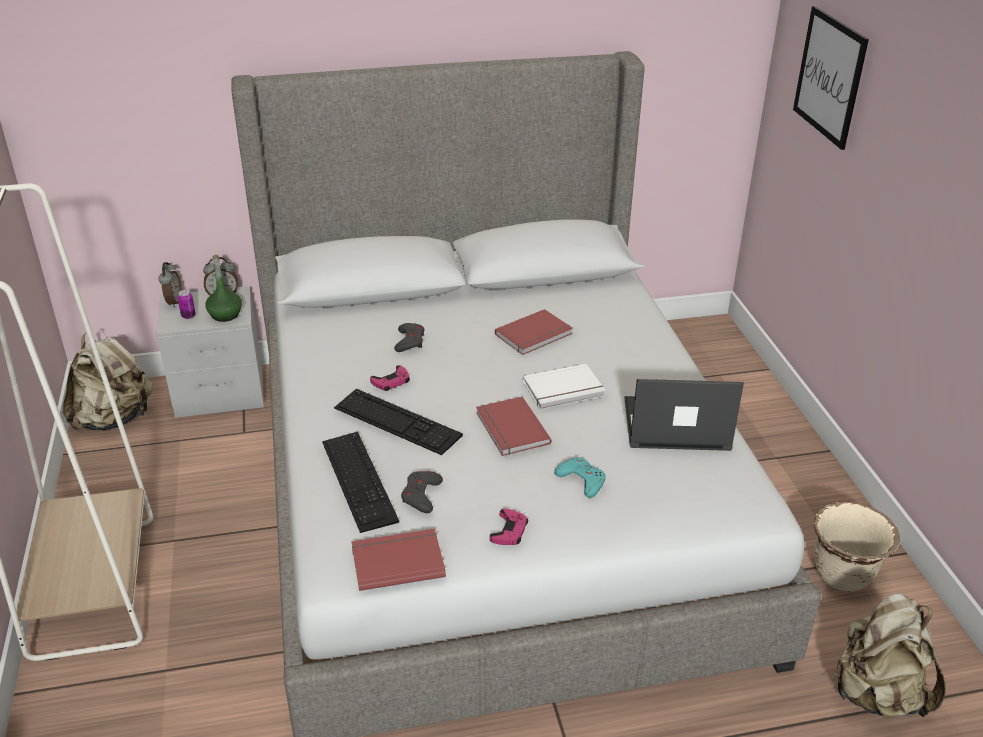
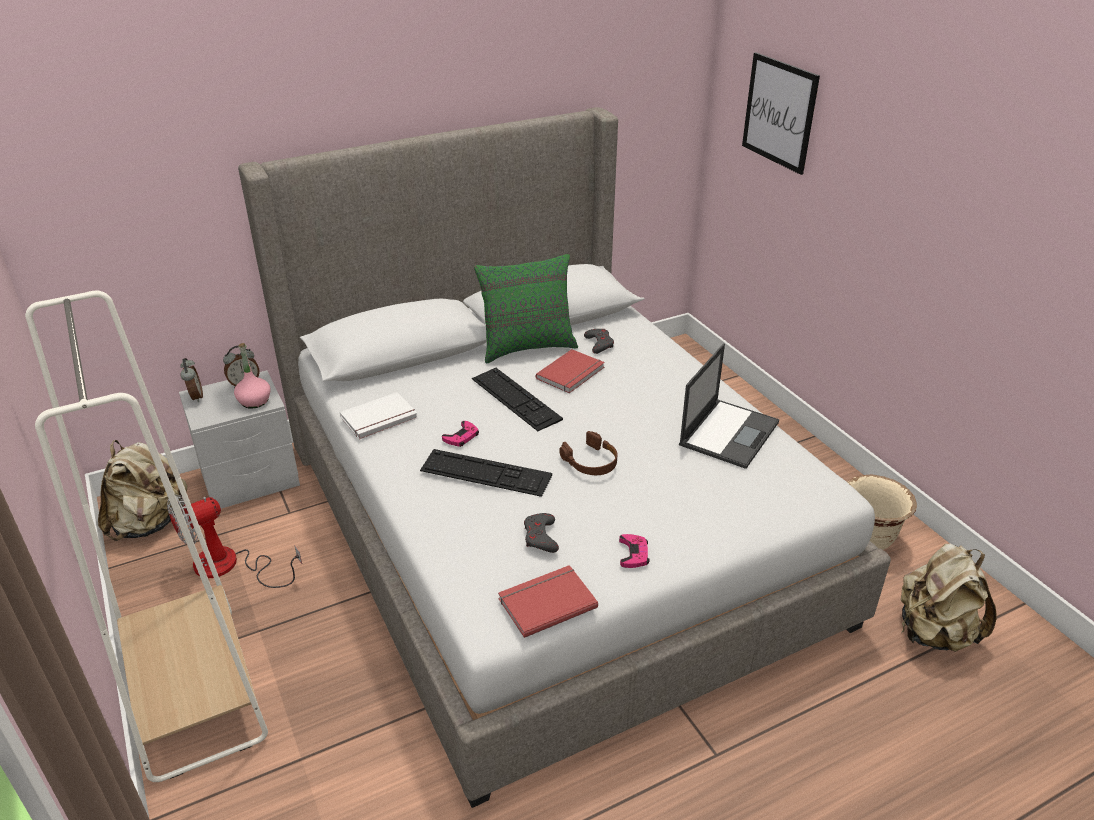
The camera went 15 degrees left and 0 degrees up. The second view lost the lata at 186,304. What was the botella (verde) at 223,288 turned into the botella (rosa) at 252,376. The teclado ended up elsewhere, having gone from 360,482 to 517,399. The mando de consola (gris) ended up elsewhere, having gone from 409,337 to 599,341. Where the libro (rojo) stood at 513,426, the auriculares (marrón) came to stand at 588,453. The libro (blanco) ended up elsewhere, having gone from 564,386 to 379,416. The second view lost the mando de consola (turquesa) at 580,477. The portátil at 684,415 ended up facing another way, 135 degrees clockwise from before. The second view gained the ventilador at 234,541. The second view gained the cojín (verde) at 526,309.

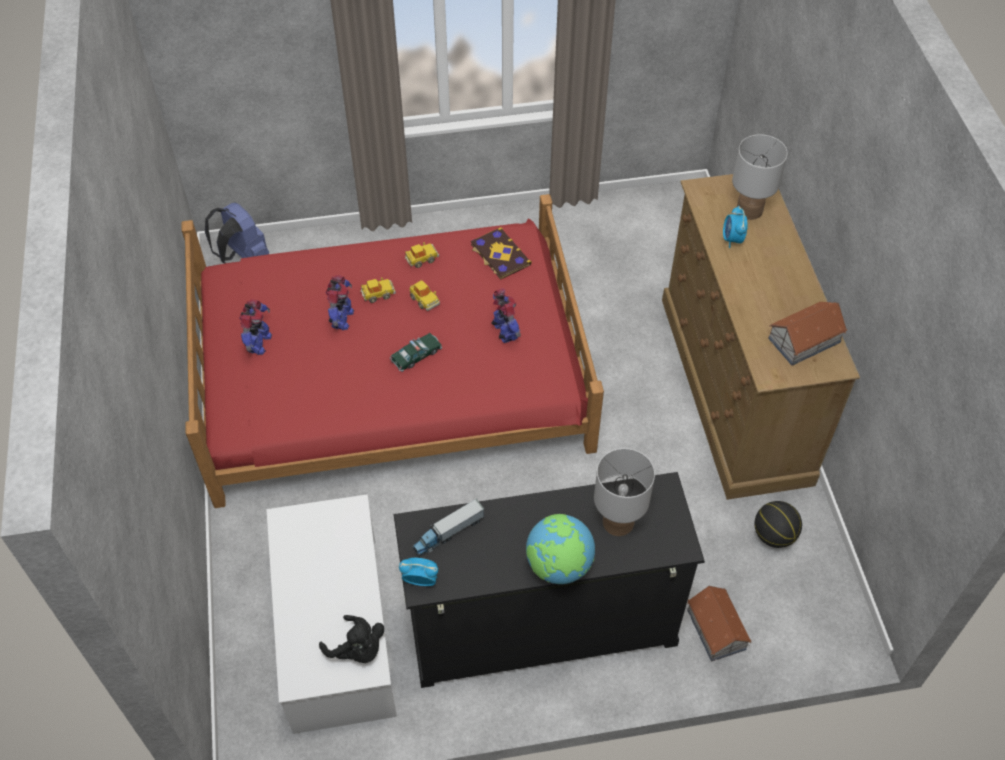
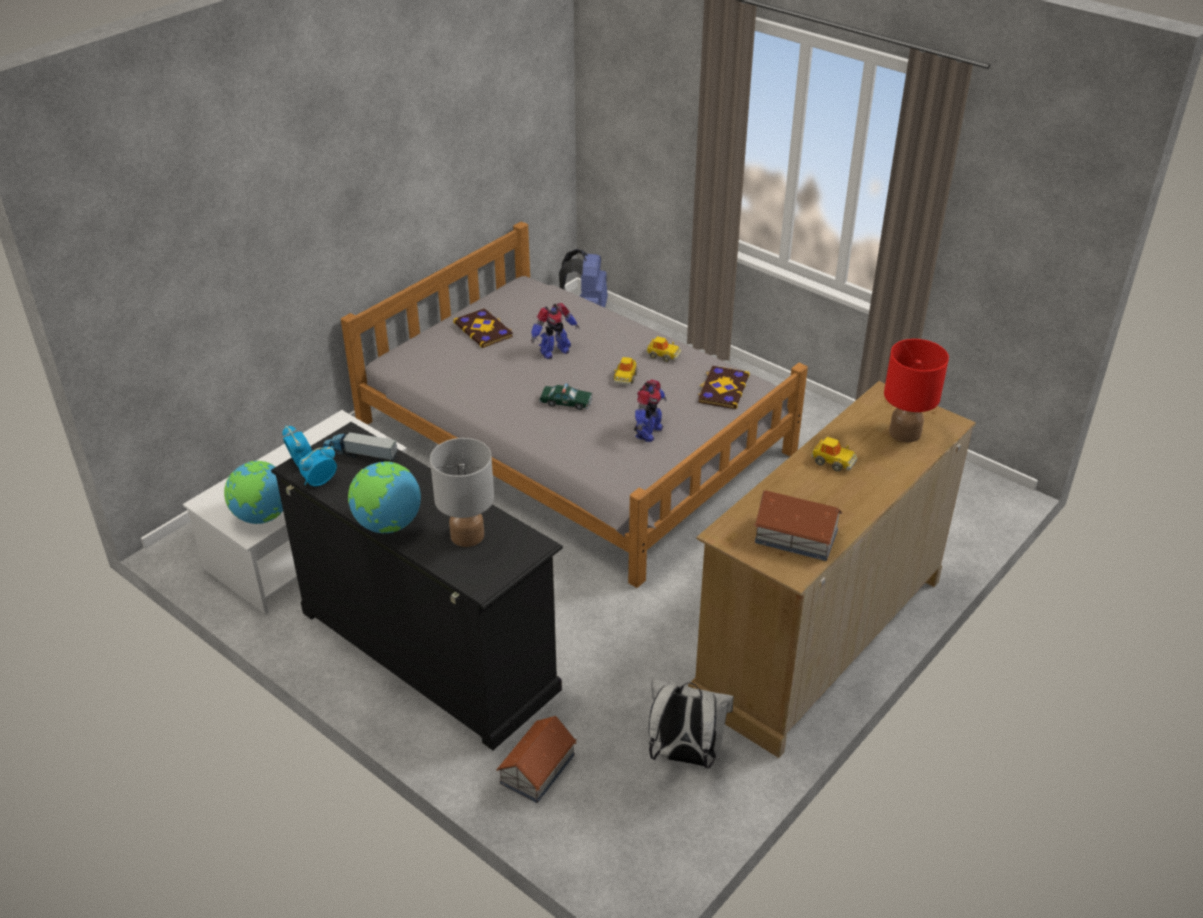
The camera went 50 degrees right and 15 degrees down. What was the cama (rojo) at 392,351 turned into the cama (gris) at 574,404. Where the robot de juguete stood at 255,327, the libro came to stand at 483,328. Where the peluche (negro) stood at 351,639, the globo terráqueo came to stand at 253,492. The coche de juguete ended up elsewhere, having gone from 378,290 to 834,454. The despertador ended up elsewhere, having gone from 735,227 to 318,466. What was the lámpara de mesa (gris) at 759,177 turned into the lámpara de mesa (rojo) at 916,390. Where the balón de baloncesto stood at 778,524, the mochila (blanco) came to stand at 691,723.

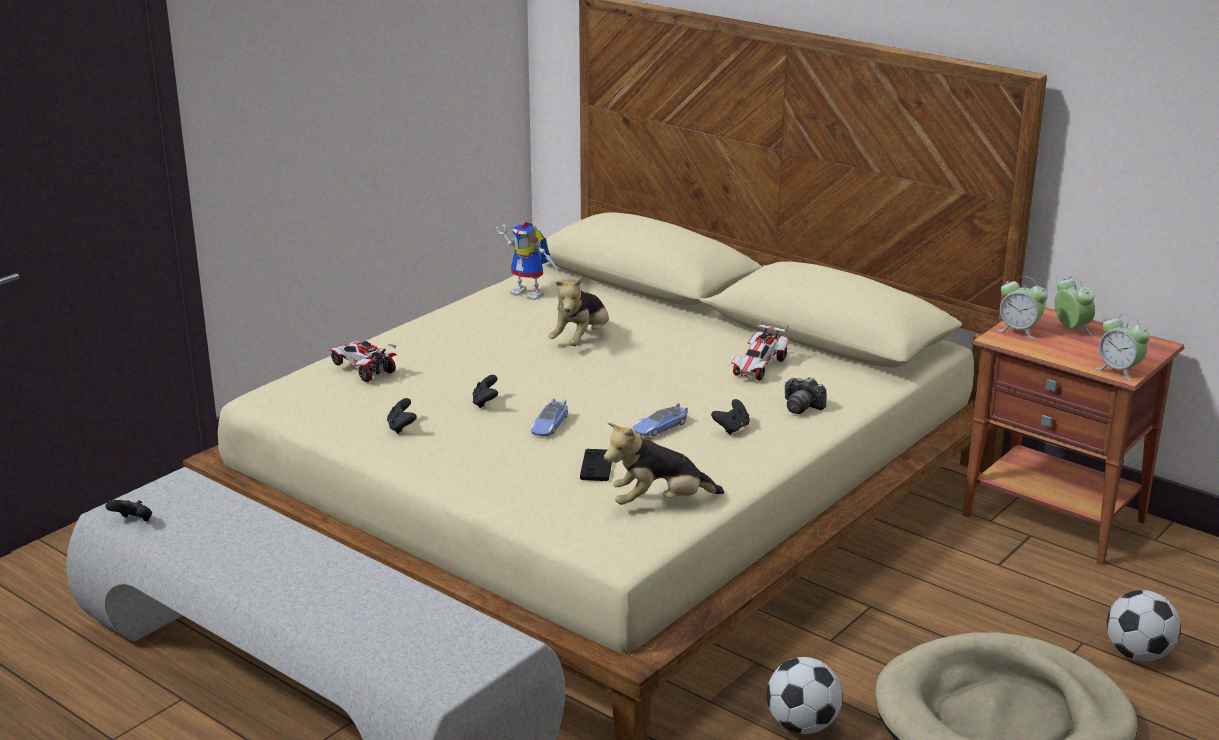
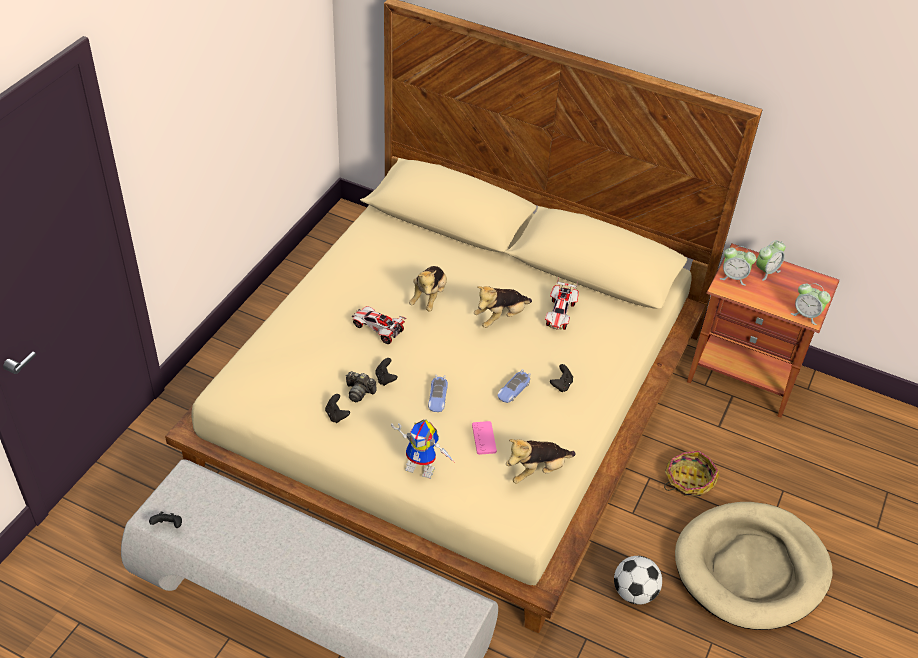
The camera went 15 degrees left and 20 degrees up. The coche de juguete ended up elsewhere, having gone from 363,361 to 379,325. The robot de juguete ended up elsewhere, having gone from 528,261 to 422,449. What was the mando de consola (negro) at 596,465 turned into the mando de consola (rosa) at 484,438. The cámara ended up elsewhere, having gone from 805,395 to 361,386. The despertador at 1074,306 ended up facing another way, 90 degrees clockwise from before. The second view lost the balón de fútbol at 1144,626. The second view gained the peluche at 503,307. The second view gained the cesta at 691,474.

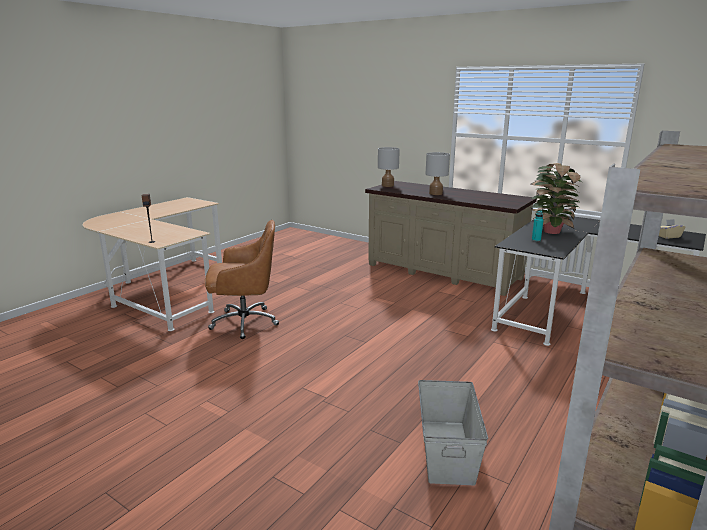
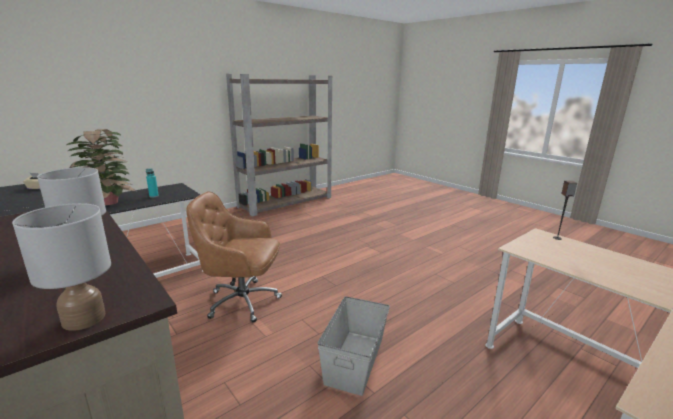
The camera went 165 degrees left and 0 degrees up. The silla de oficina (marrón) ended up elsewhere, having gone from 242,279 to 234,256. The caja de almacenaje (gris) ended up elsewhere, having gone from 453,432 to 353,346.

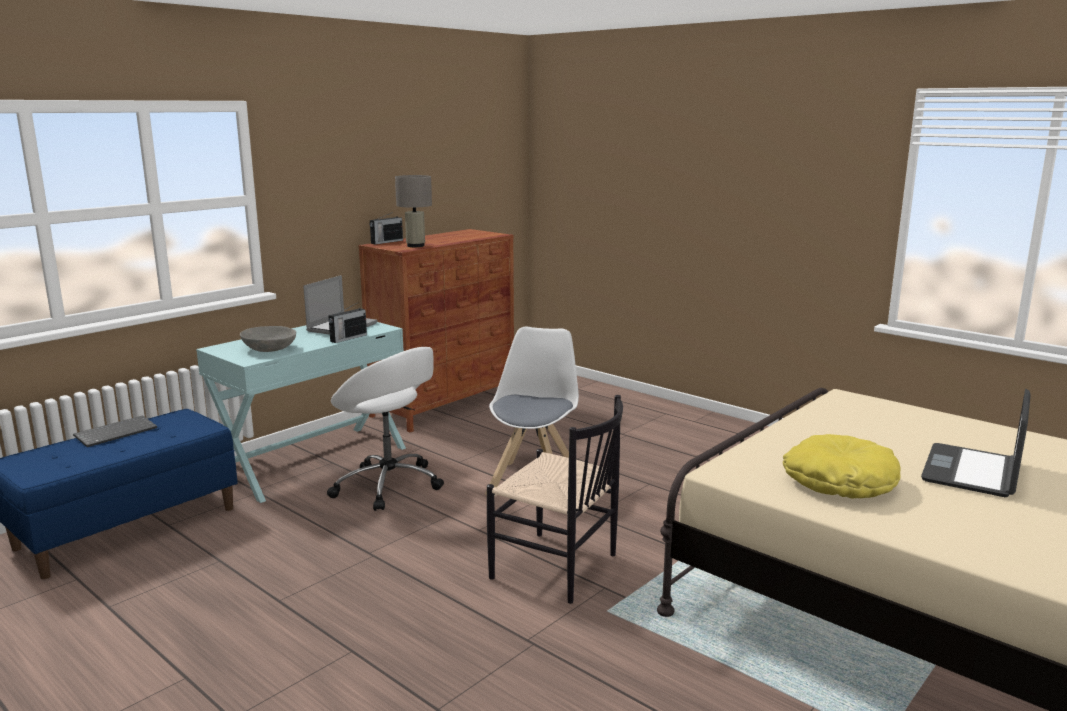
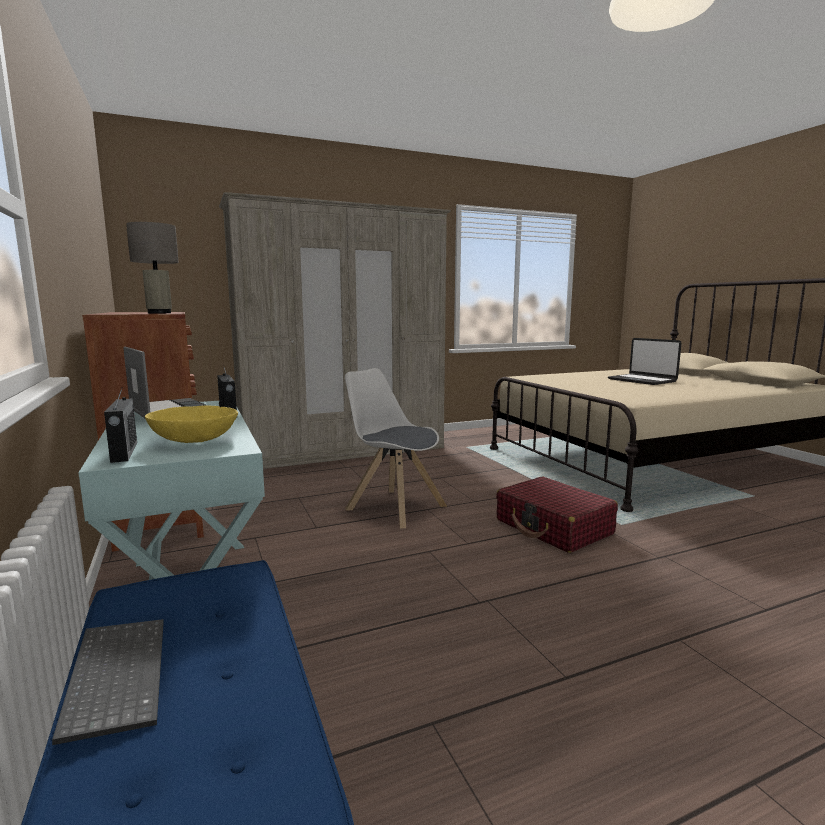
The camera went 65 degrees left and 5 degrees down. What was the cuenco (gris) at 268,339 turned into the cuenco (amarillo) at 191,424. The second view lost the silla de oficina (blanco) at 385,429. The radio ended up elsewhere, having gone from 386,228 to 120,426. Where the silla (negro) stood at 555,499, the maleta (rojo) came to stand at 557,514. The second view lost the cojín (amarillo) at 842,466. The second view gained the armario ropero (beis) at 335,330.

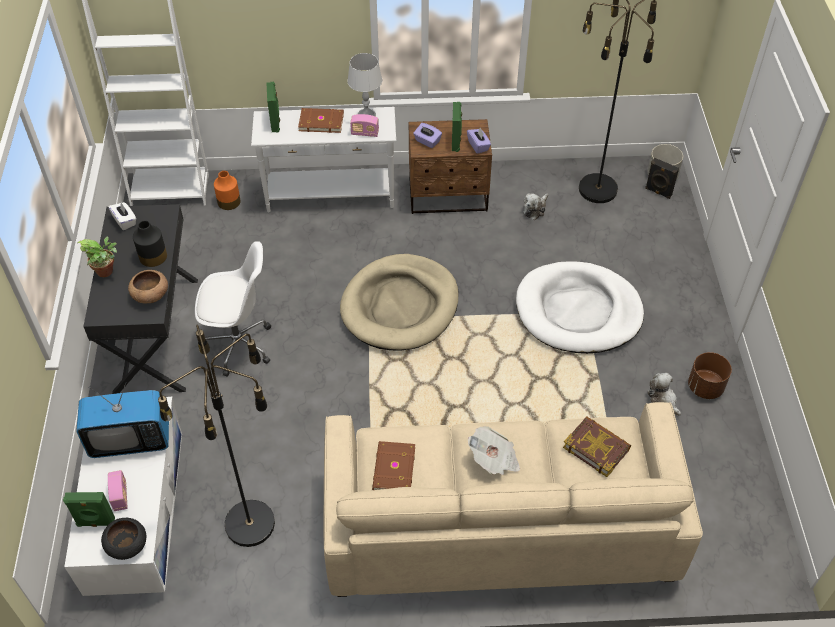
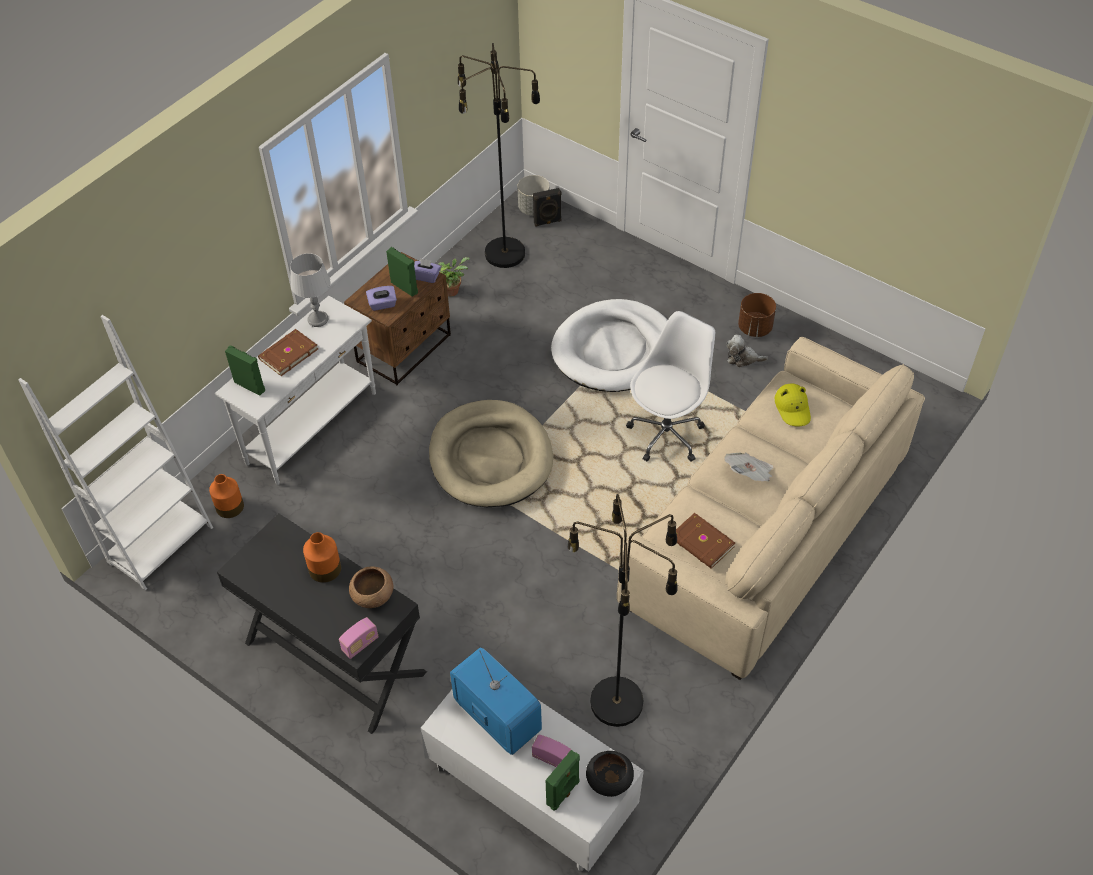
The camera went 50 degrees left and 0 degrees up. The televisor at 122,420 ended up facing another way, 75 degrees counterclockwise from before. The planta en maceta ended up elsewhere, having gone from 97,256 to 454,277. The second view lost the caja de pañuelos (blanco) at 122,216. What was the florero (negro) at 150,243 turned into the florero (naranja) at 322,557. The silla de oficina (blanco) ended up elsewhere, having gone from 233,309 to 670,386. The radio ended up elsewhere, having gone from 364,125 to 358,638. The second view lost the peluche at 536,206. Where the libro stood at 597,447, the sombrero (amarillo) came to stand at 793,405.

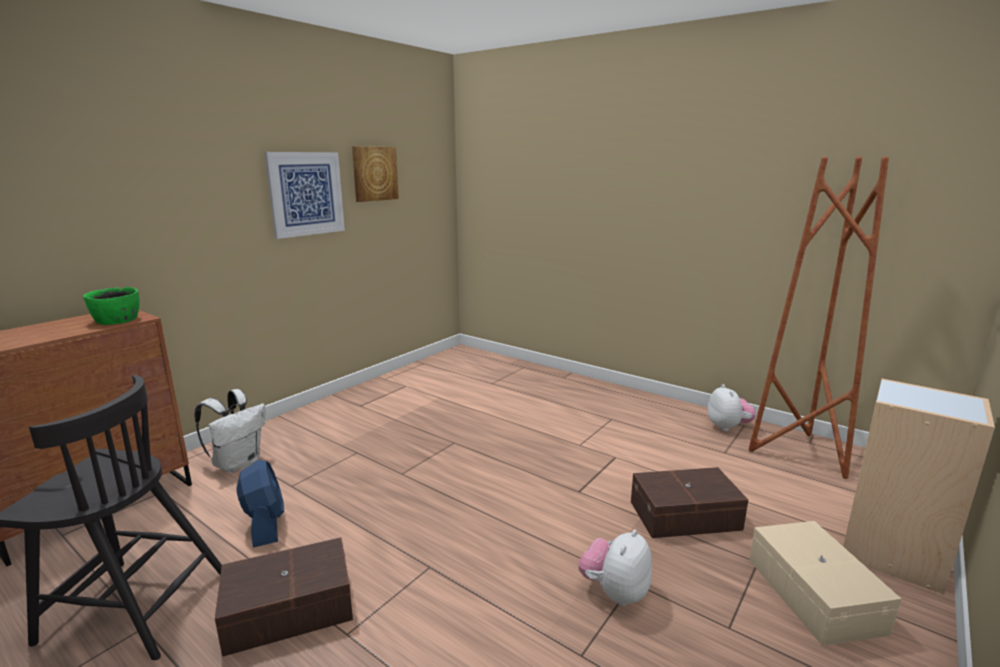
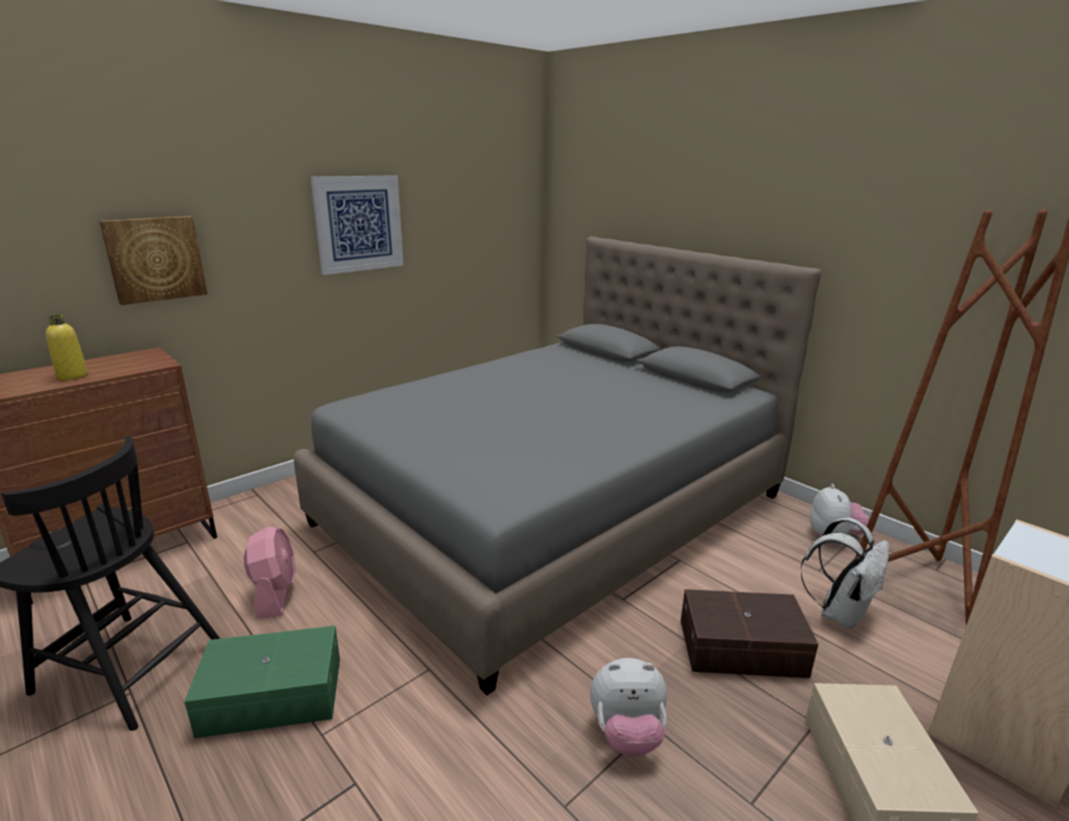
The camera went 10 degrees right and 5 degrees up. The second view lost the cuenco (verde) at 111,306. The mochila (blanco) ended up elsewhere, having gone from 230,431 to 844,573. What was the caja de almacenaje (marrón) at 284,597 turned into the caja de almacenaje (verde) at 262,682. What was the ventilador (azul) at 260,504 turned into the ventilador (rosa) at 270,573. The cuadro ended up elsewhere, having gone from 375,174 to 153,260. The peluche at 615,567 ended up facing another way, 135 degrees counterclockwise from before. The second view gained the botella (amarillo) at 67,347. The second view gained the cama (gris) at 557,466.

